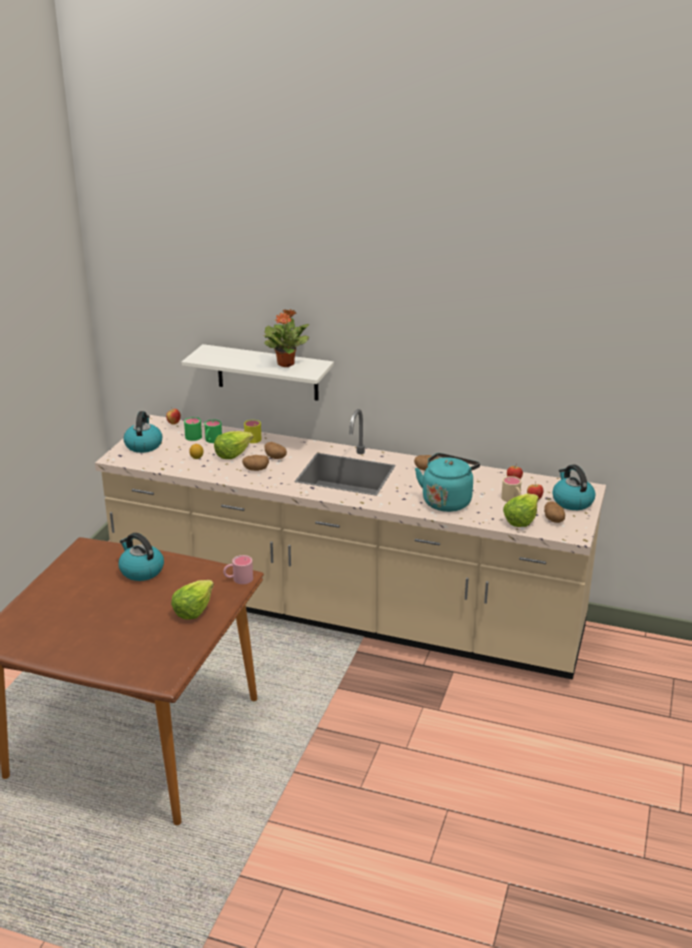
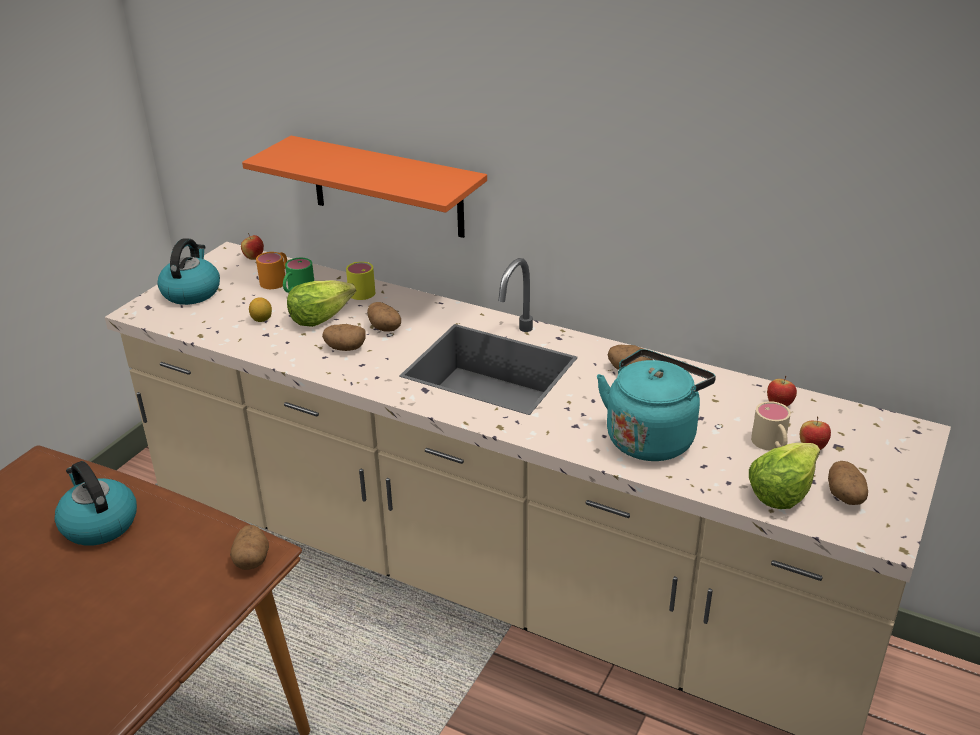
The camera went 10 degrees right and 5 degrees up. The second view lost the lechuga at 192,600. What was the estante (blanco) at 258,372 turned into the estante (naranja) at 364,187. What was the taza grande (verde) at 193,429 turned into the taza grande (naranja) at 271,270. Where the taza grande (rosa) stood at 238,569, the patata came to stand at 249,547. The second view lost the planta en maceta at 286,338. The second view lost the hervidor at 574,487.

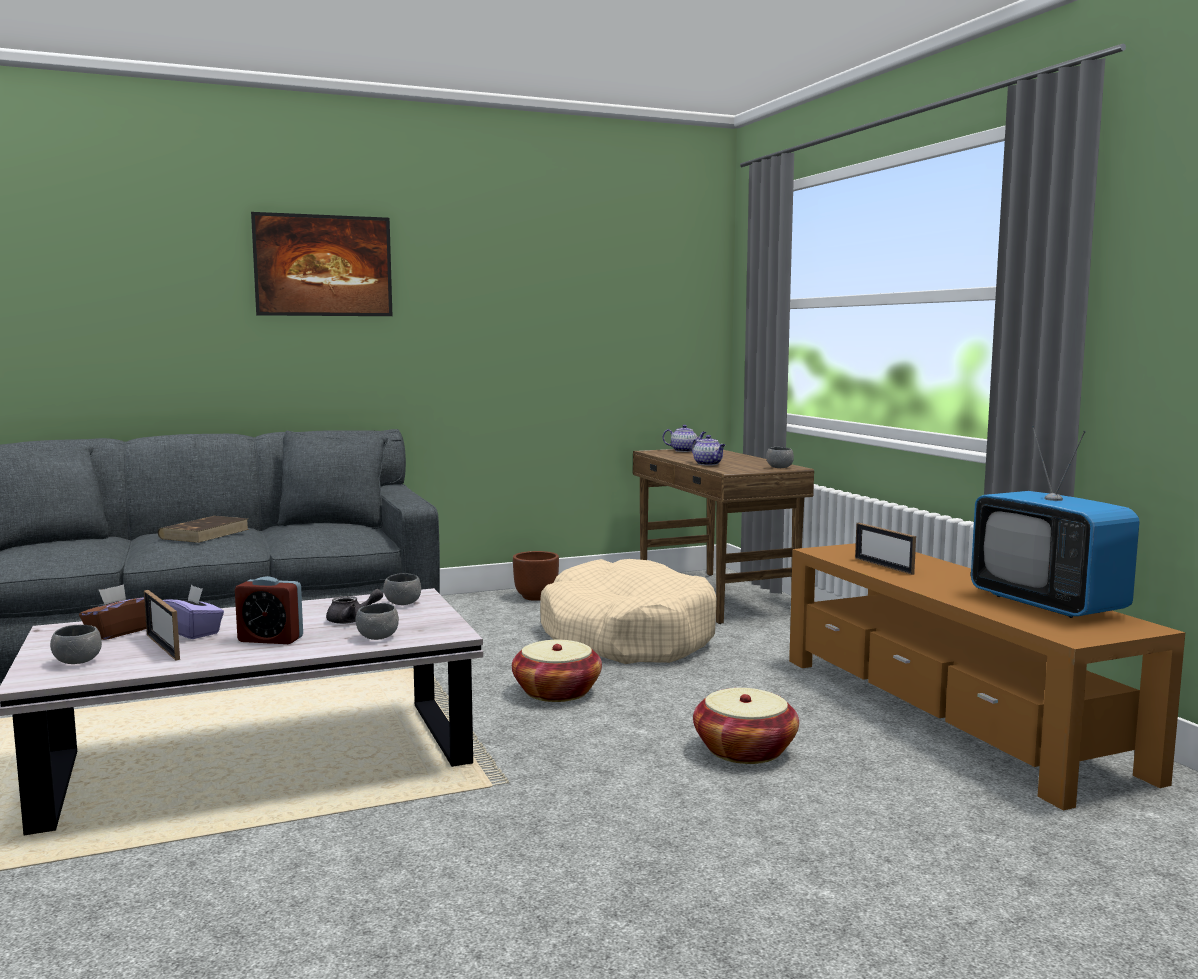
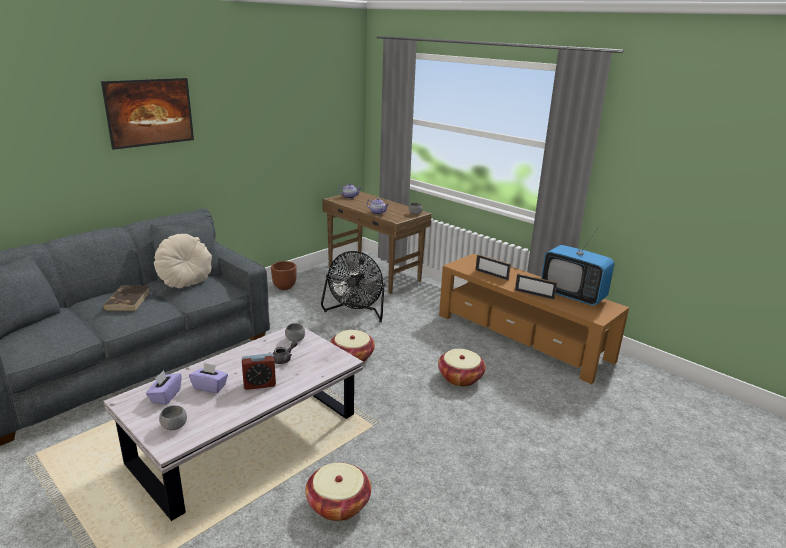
The camera went 25 degrees left and 15 degrees up. What was the caja de pañuelos (marrón) at 112,612 turned into the caja de pañuelos (morado) at 164,387. The portarretratos ended up elsewhere, having gone from 162,625 to 536,286. The second view lost the cuenco (gris) at 377,621. Where the cama para perro (beis) stood at 628,611, the ventilador (negro) came to stand at 353,286. The second view gained the cojín (beis) at 183,261. The second view gained the cesta at 338,492.

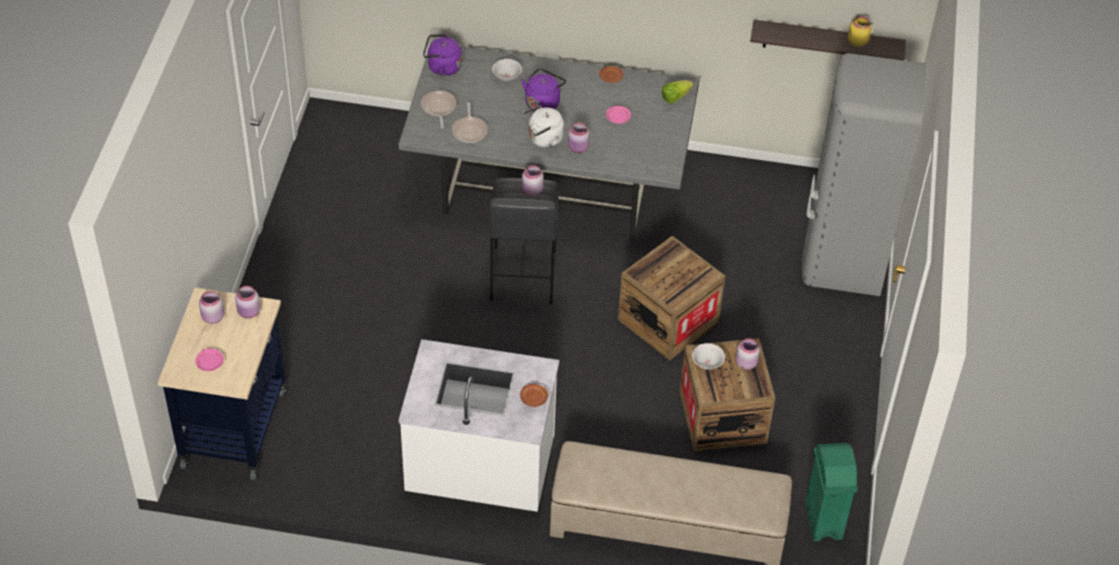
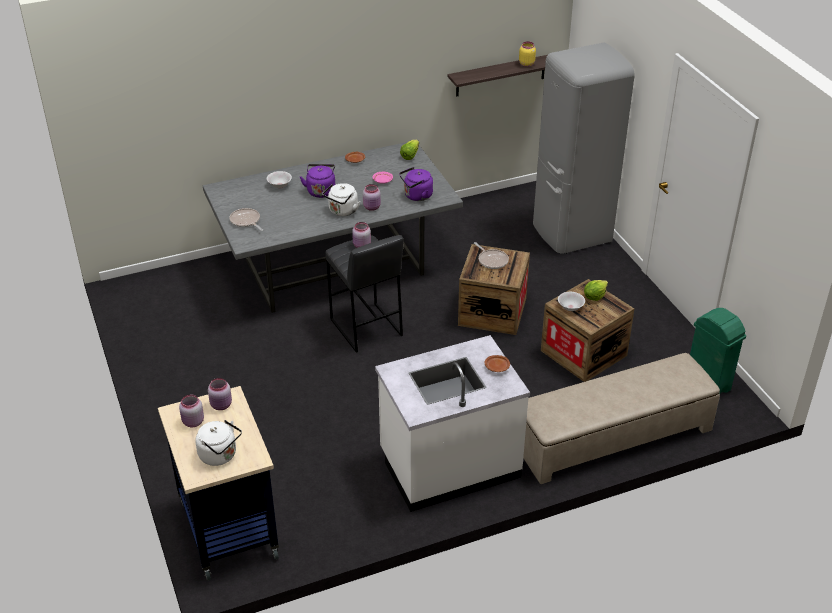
The camera went 30 degrees left and 10 degrees down. Where the plato (rosa) stood at 209,359, the hervidor (blanco) came to stand at 218,443. The hervidor (morado) ended up elsewhere, having gone from 442,55 to 416,184. The sartén ended up elsewhere, having gone from 470,122 to 491,255. Where the tarro (rosa) stood at 748,354, the lechuga came to stand at 596,290.

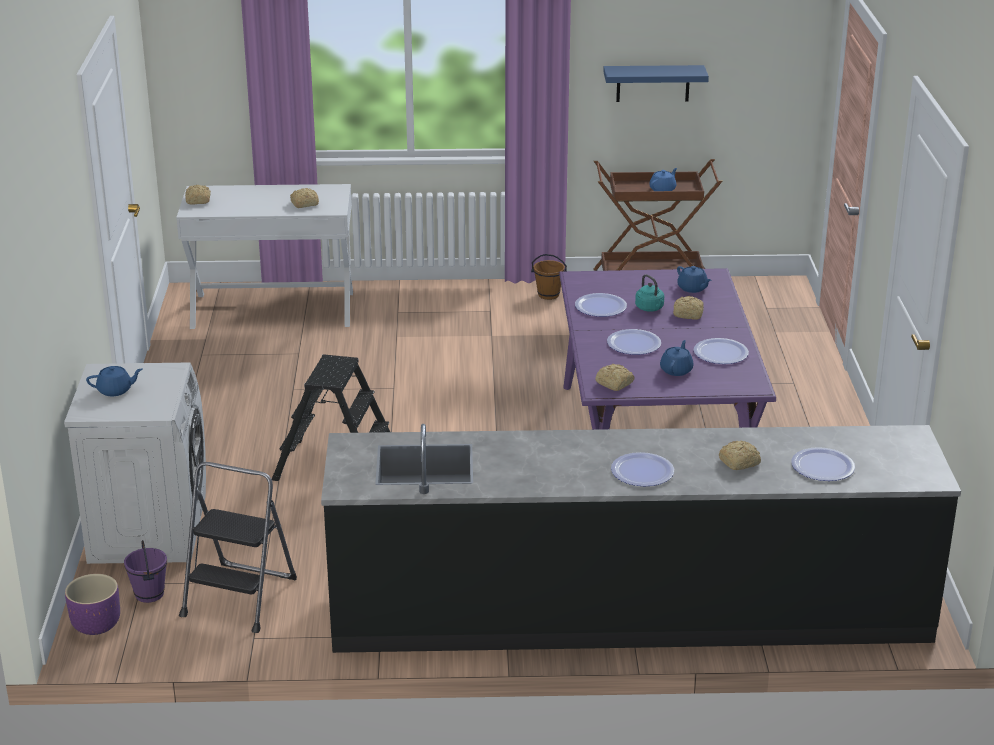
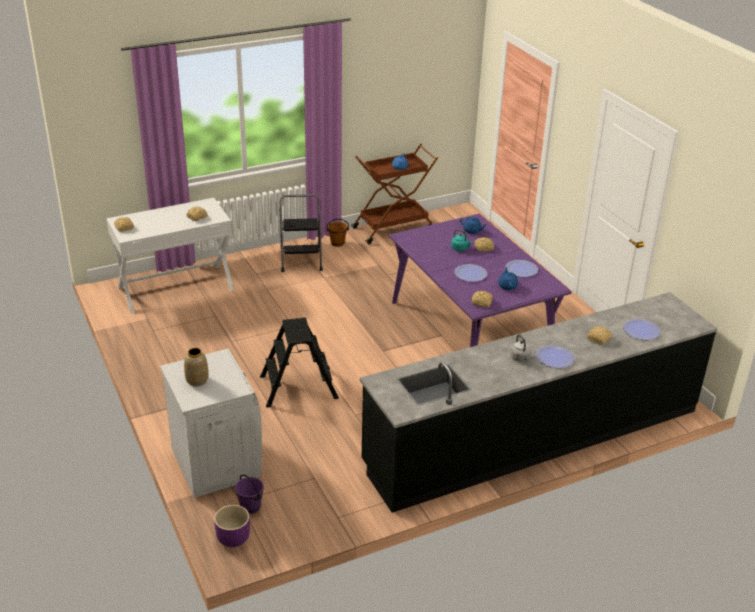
The camera went 25 degrees left and 5 degrees up. Where the tetera (azul) stood at 114,381, the florero came to stand at 196,367. The escalera de tijera (negro) ended up elsewhere, having gone from 238,547 to 301,233. The second view lost the plato at 601,305. The second view lost the estante (azul) at 656,83. The second view gained the hervidor (gris) at 521,348.

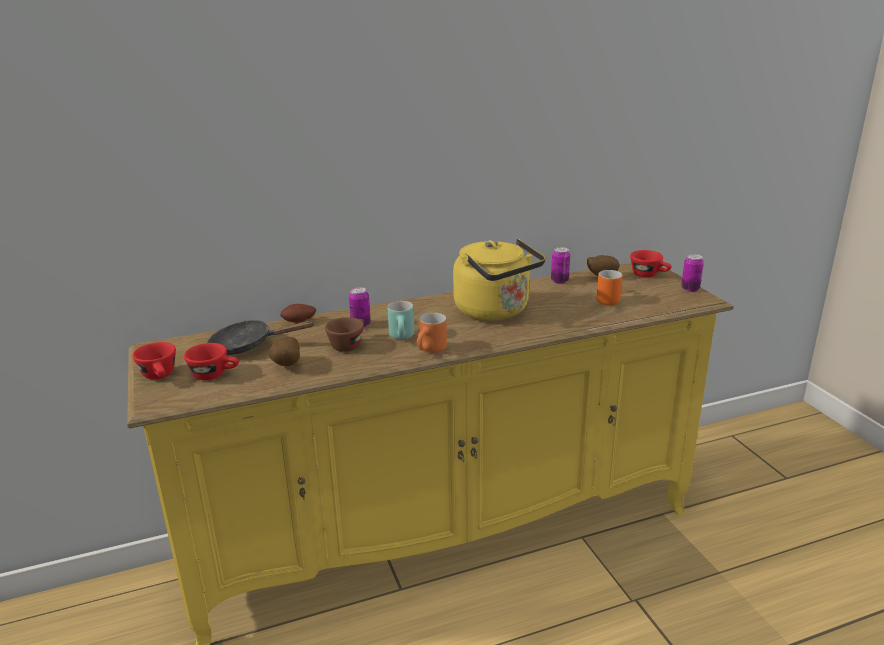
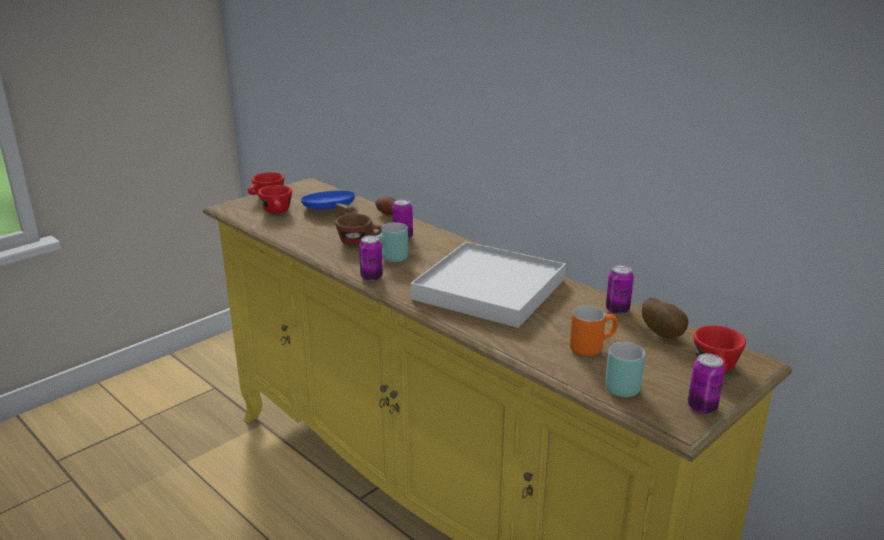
The camera went 65 degrees right and 0 degrees up. What was the sartén (negro) at 261,337 turned into the sartén (azul) at 328,201. The second view lost the patata at 284,351. Where the taza grande (naranja) stood at 432,333, the lata came to stand at 371,258. Where the hervidor (amarillo) stood at 499,280, the bandeja (blanco) came to stand at 488,285. The second view gained the taza grande (turquesa) at 625,369.

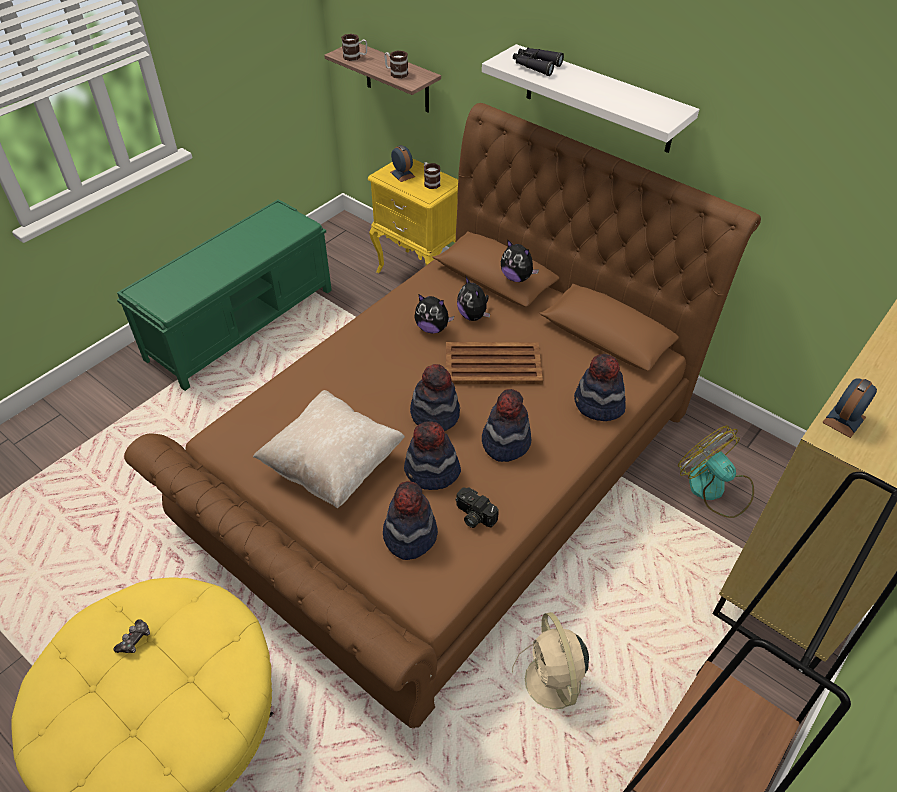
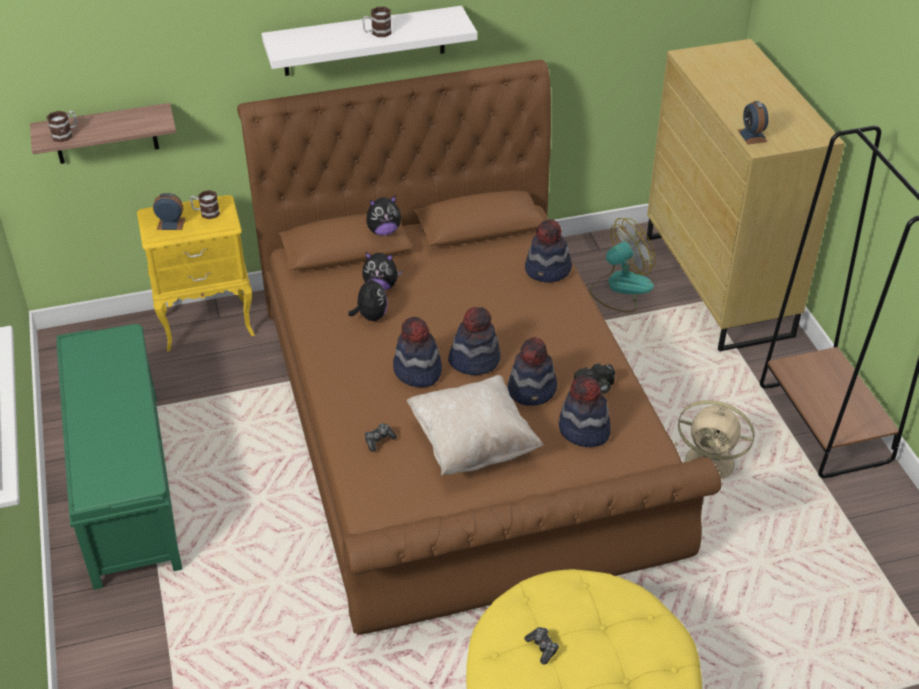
The camera went 55 degrees left and 5 degrees down. The taza grande ended up elsewhere, having gone from 396,65 to 377,22. The peluche at 434,313 ended up facing another way, 60 degrees counterclockwise from before. The second view lost the bandeja (marrón) at 494,363. The sombrero ended up elsewhere, having gone from 506,425 to 417,352. The second view lost the prismáticos (negro) at 538,62. The ventilador at 716,472 ended up facing another way, 150 degrees clockwise from before. The second view gained the mando de consola at 381,437.

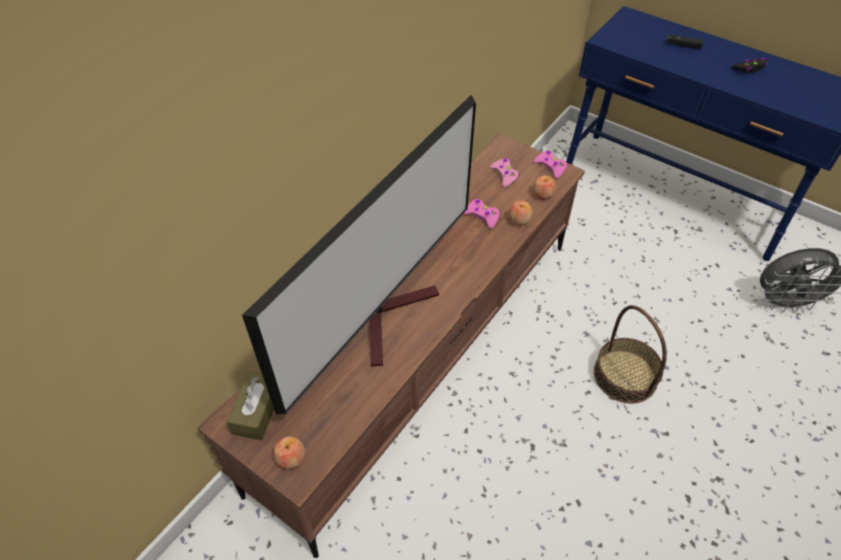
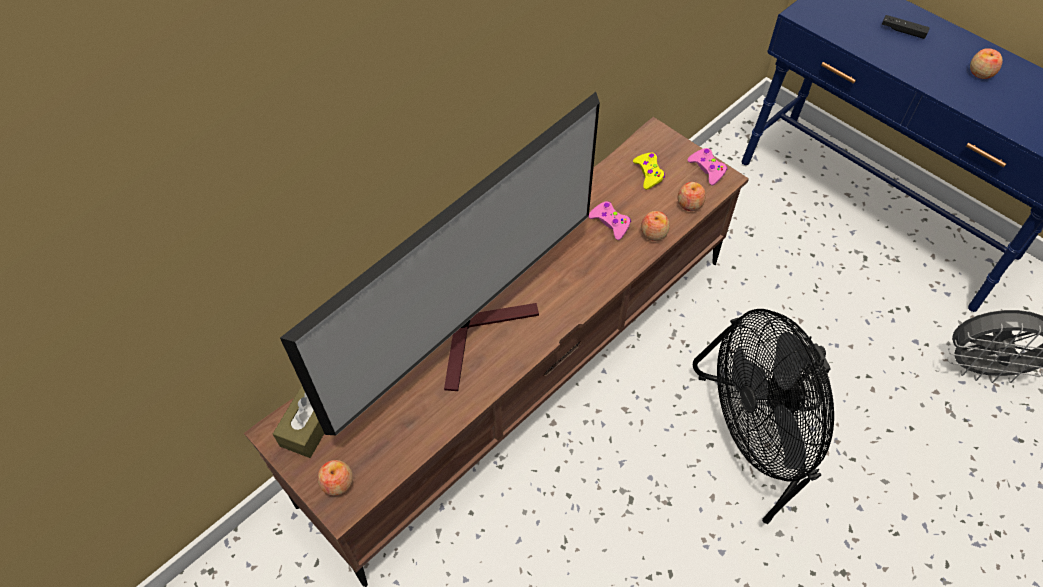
The camera went 10 degrees right and 5 degrees up. What was the mando de consola (rosa) at 504,173 turned into the mando de consola (amarillo) at 649,171. Where the cesta stood at 630,354, the ventilador (negro) came to stand at 763,416. Where the mando de consola (negro) stood at 749,65, the manzana came to stand at 986,63.

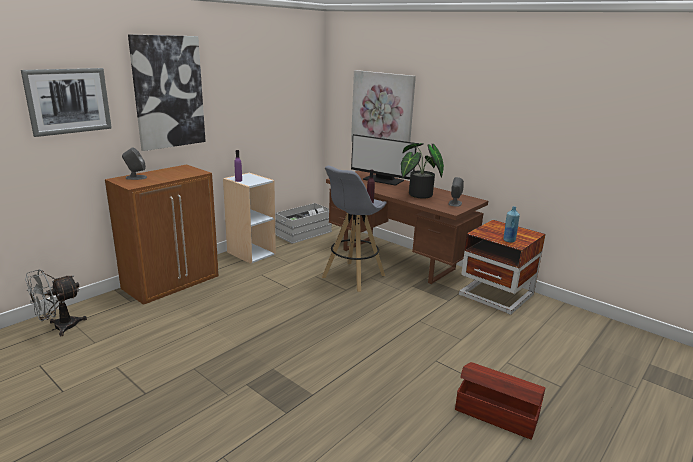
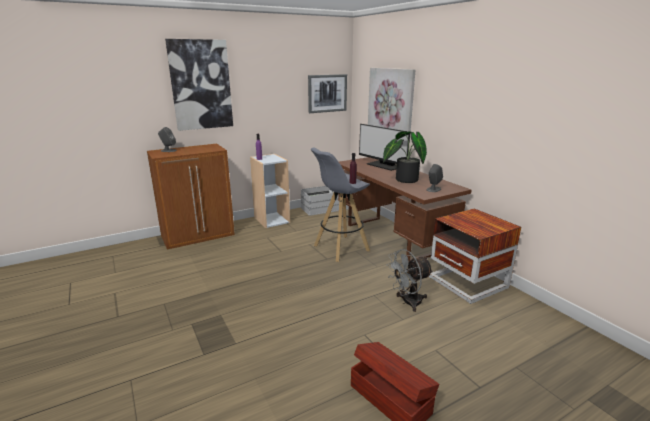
The camera went 20 degrees right and 0 degrees up. The cuadro ended up elsewhere, having gone from 66,102 to 327,93. The ventilador (gris) ended up elsewhere, having gone from 56,302 to 409,280. The second view lost the botella (azul) at 511,224.

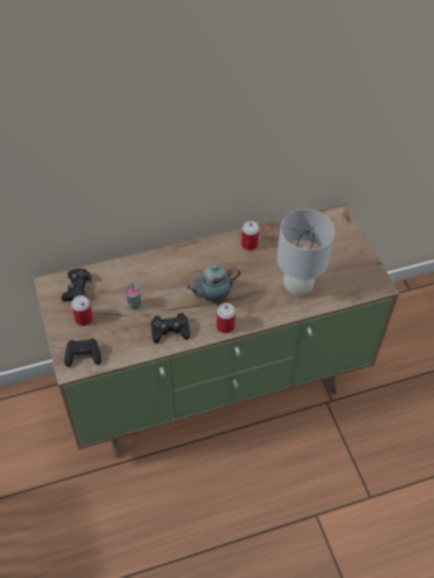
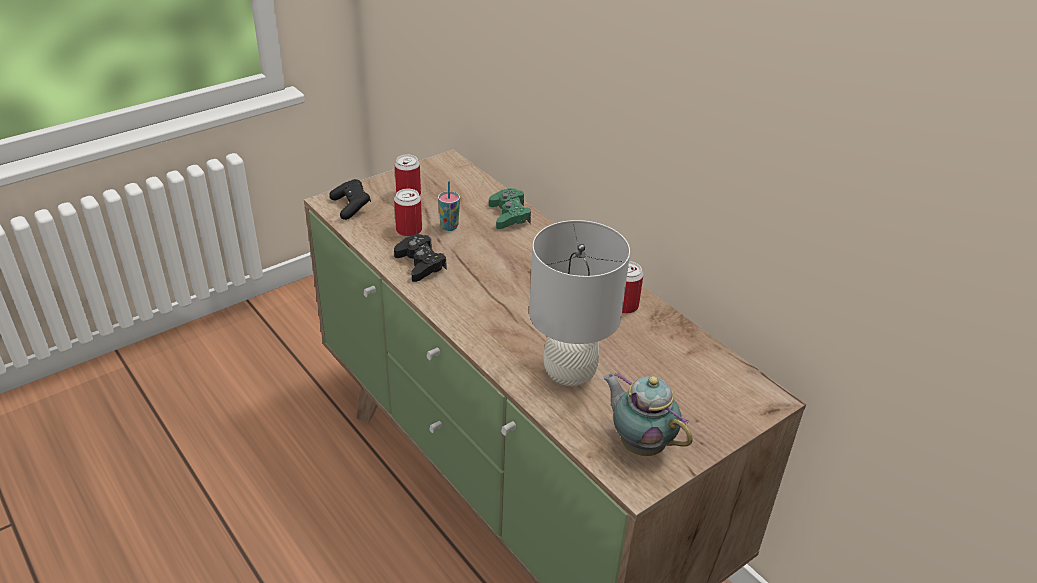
The camera went 70 degrees right and 15 degrees down. The second view lost the mando de consola (negro) at 76,285. The tetera ended up elsewhere, having gone from 213,283 to 648,414. The lata ended up elsewhere, having gone from 226,318 to 408,213. The second view gained the mando de consola (verde) at 510,208.

